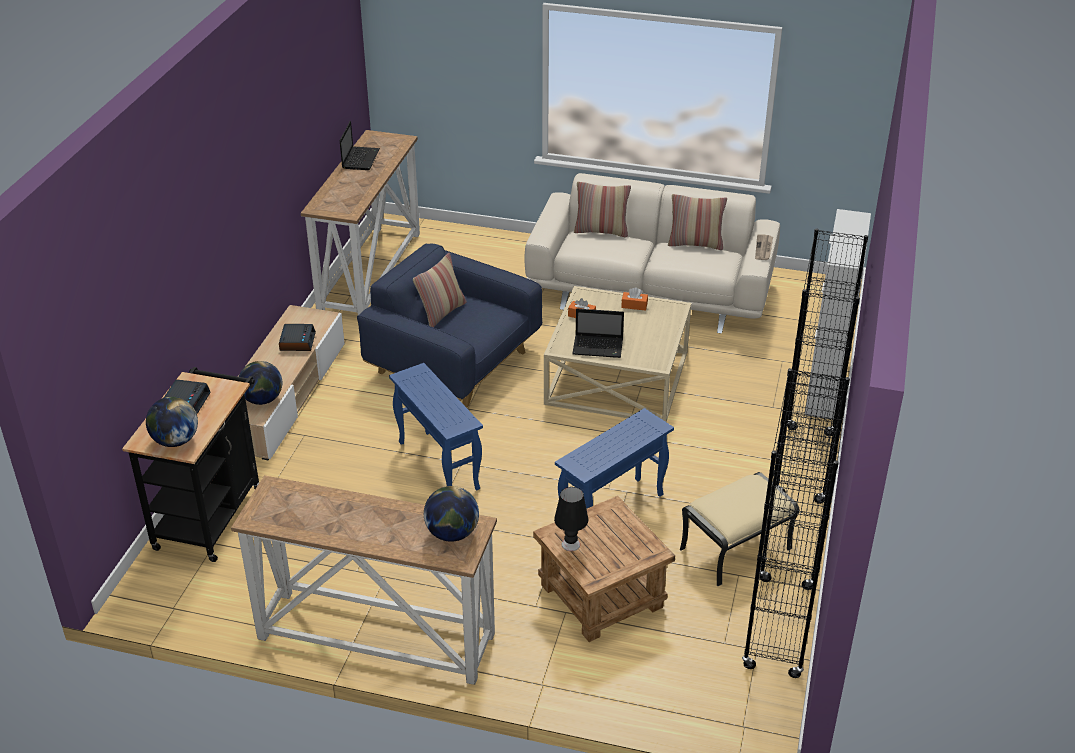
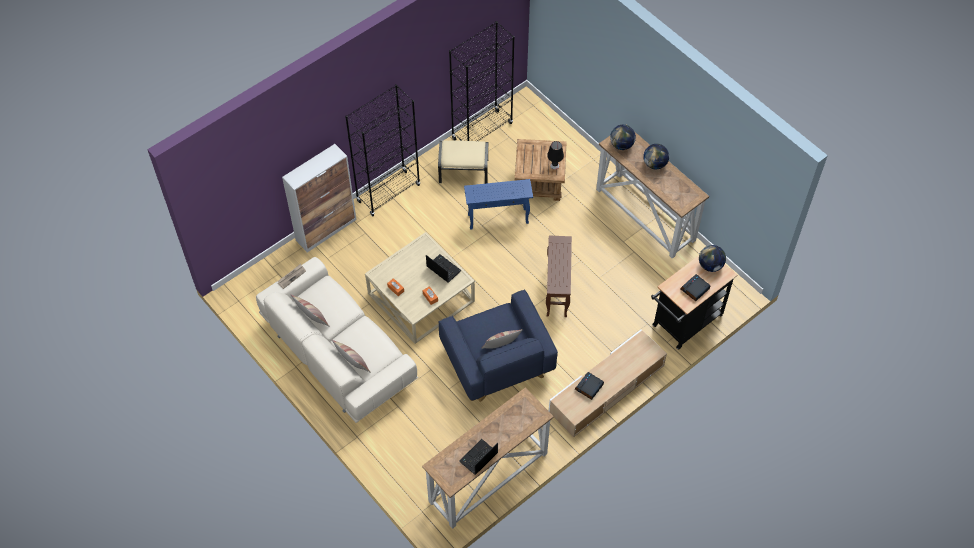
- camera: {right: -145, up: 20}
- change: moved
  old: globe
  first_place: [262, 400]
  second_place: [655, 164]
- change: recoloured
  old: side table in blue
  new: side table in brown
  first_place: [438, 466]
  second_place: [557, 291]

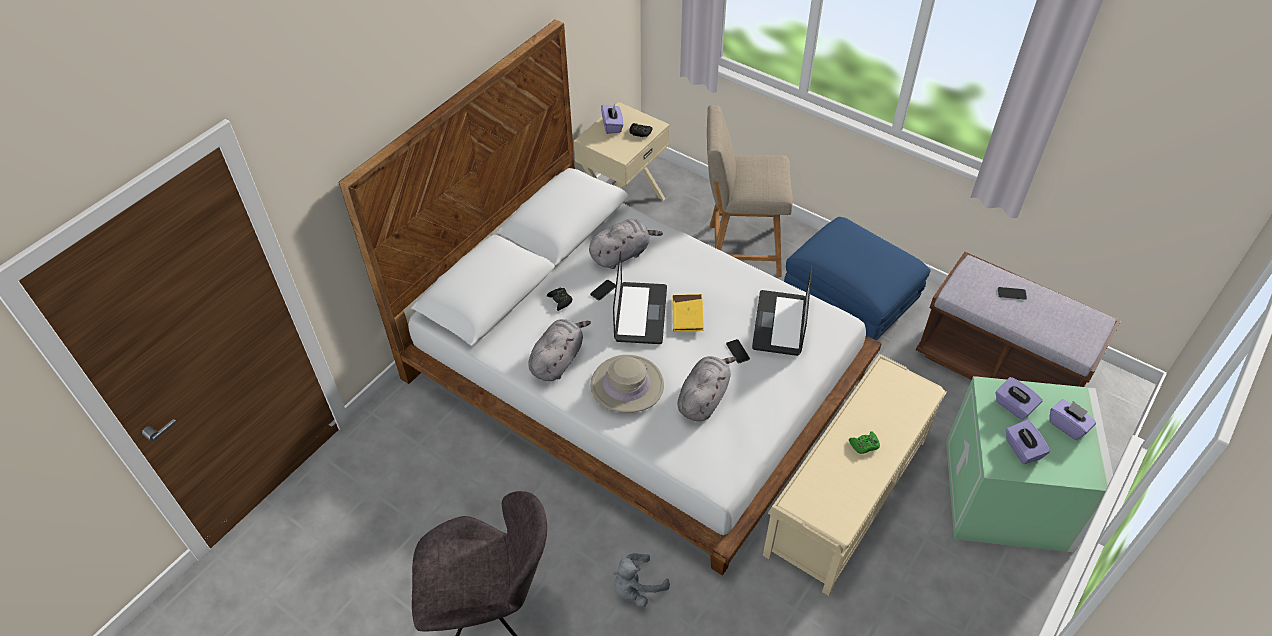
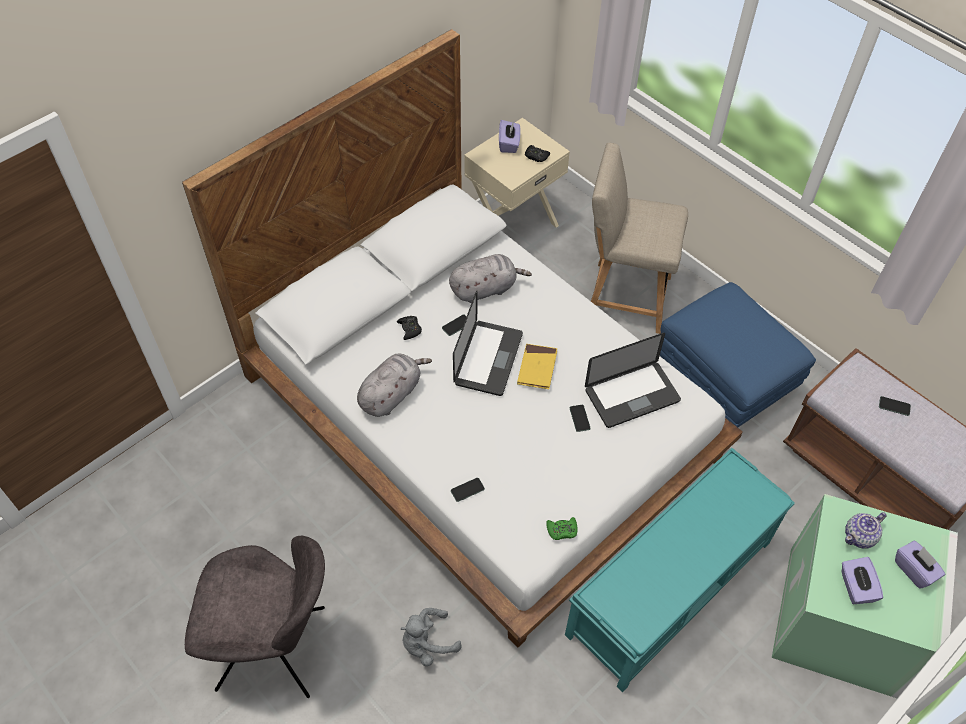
- camera: {right: 10, up: 5}
- change: removed
  old: hat in beige
  first_place: [627, 385]
- change: removed
  old: plush toy in grey
  first_place: [704, 398]
- change: turned
  old: laptop
  first_place: [779, 324]
  second_place: [632, 395]
  degrees: -135
- change: recoloured
  old: bench in beige
  new: bench in turquoise
  first_place: [848, 494]
  second_place: [671, 586]
- change: moved
  old: game controller in green
  first_place: [864, 445]
  second_place: [562, 530]
- change: replaced
  old: tissue box in purple
  new: teapot
  first_place: [1013, 406]
  second_place: [860, 536]
- change: added
  new: phone
  second_place: [467, 490]

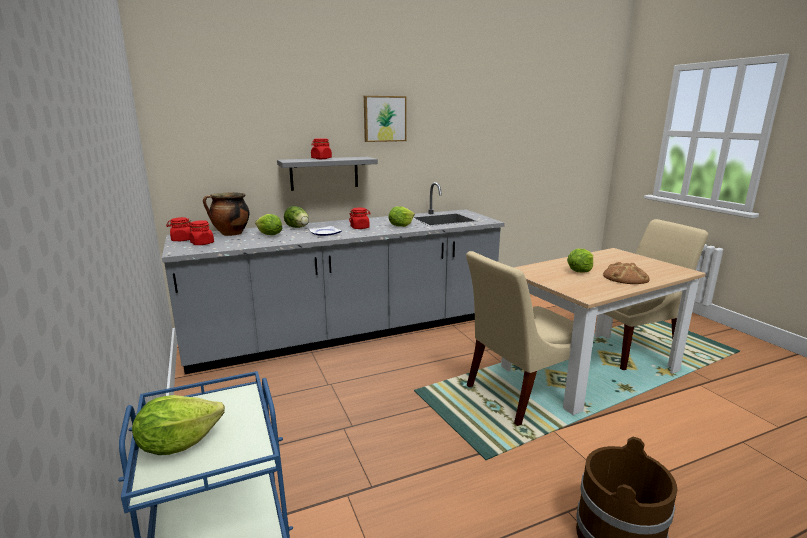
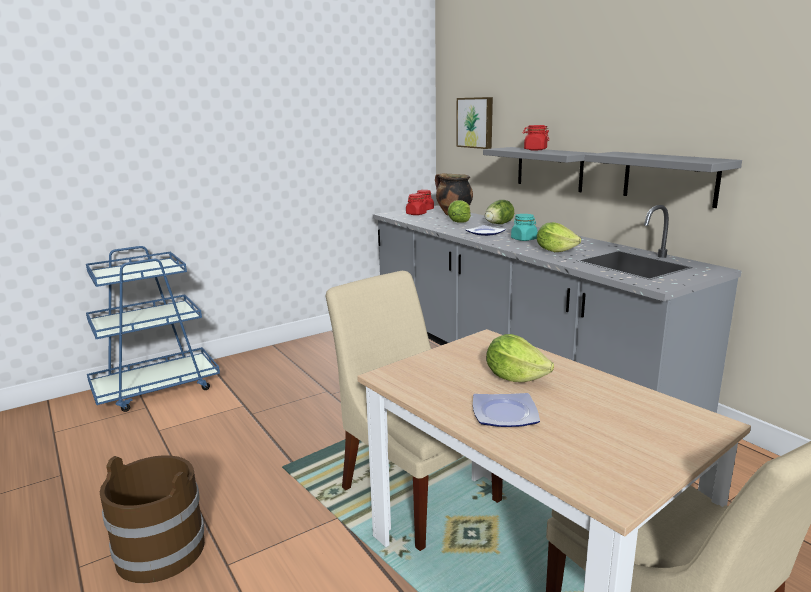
- camera: {right: 80, up: 0}
- change: removed
  old: lettuce
  first_place: [178, 443]
- change: recoloured
  old: jar in red
  new: jar in turquoise
  first_place: [360, 228]
  second_place: [524, 239]
- change: moved
  old: picture
  first_place: [384, 119]
  second_place: [476, 122]
- change: replaced
  old: bread
  new: plate
  first_place: [625, 277]
  second_place: [503, 413]
- change: added
  new: shelf in grey
  second_place: [669, 178]

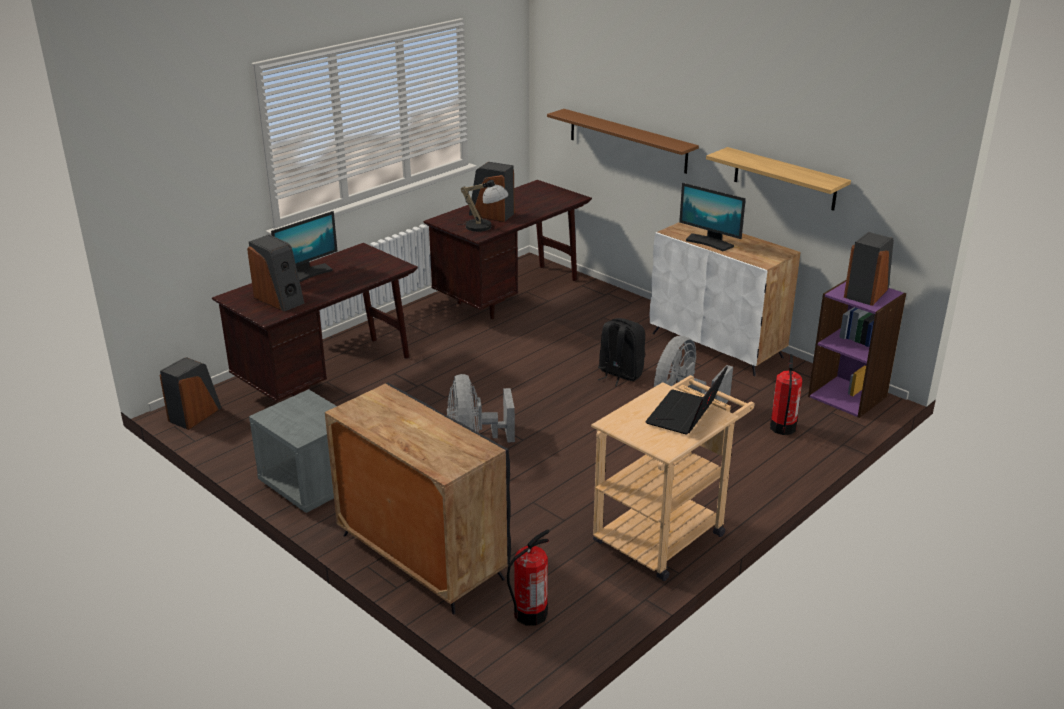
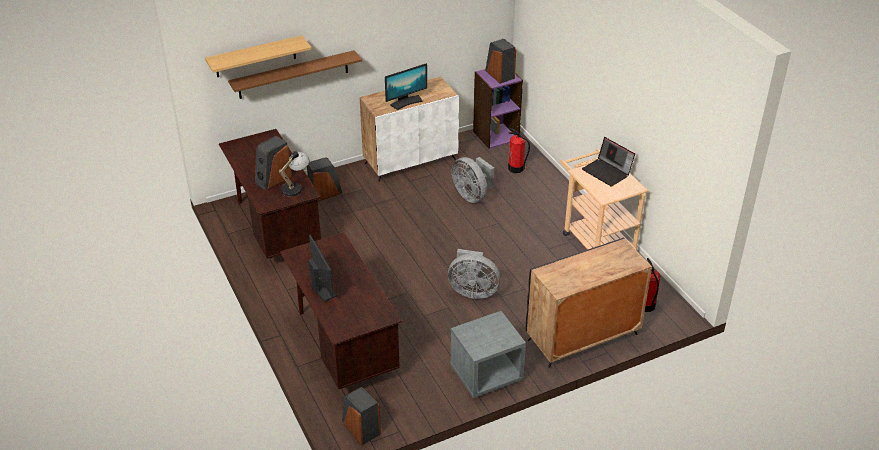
- camera: {right: -70, up: 10}
- change: moved
  old: speaker
  first_place: [279, 300]
  second_place: [325, 193]
- change: removed
  old: backpack in black
  first_place: [619, 374]
- change: moved
  old: shelf
  first_place: [784, 179]
  second_place: [255, 56]

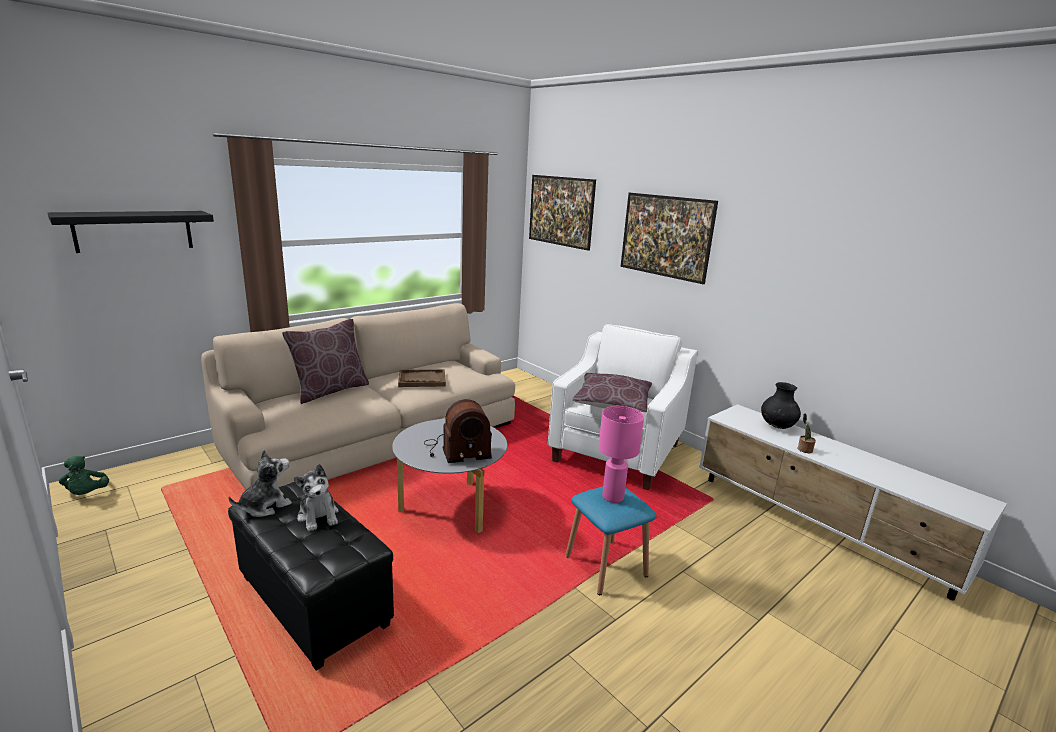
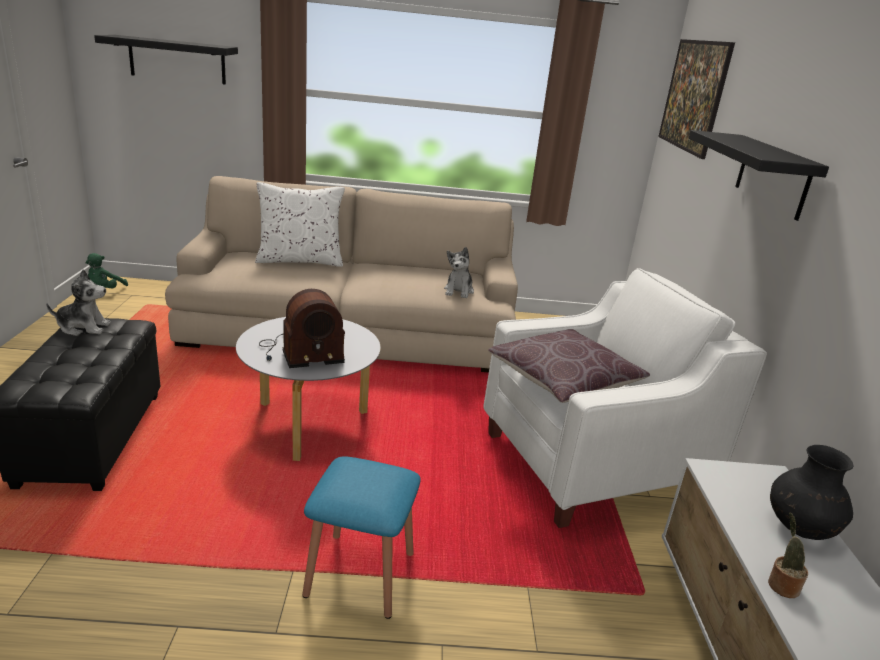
- camera: {right: 40, up: 5}
- change: recoloured
  old: pillow in brown
  new: pillow in white
  first_place: [330, 390]
  second_place: [300, 260]
- change: moved
  old: plush toy
  first_place: [318, 516]
  second_place: [459, 291]
- change: removed
  old: tray in brown
  first_place: [422, 380]
- change: turned
  old: radio
  first_place: [456, 450]
  second_place: [300, 352]
  degrees: -45
- change: removed
  old: table lamp in pink
  first_place: [612, 497]
- change: replaced
  old: picture
  new: shelf in black
  first_place: [663, 255]
  second_place: [772, 176]

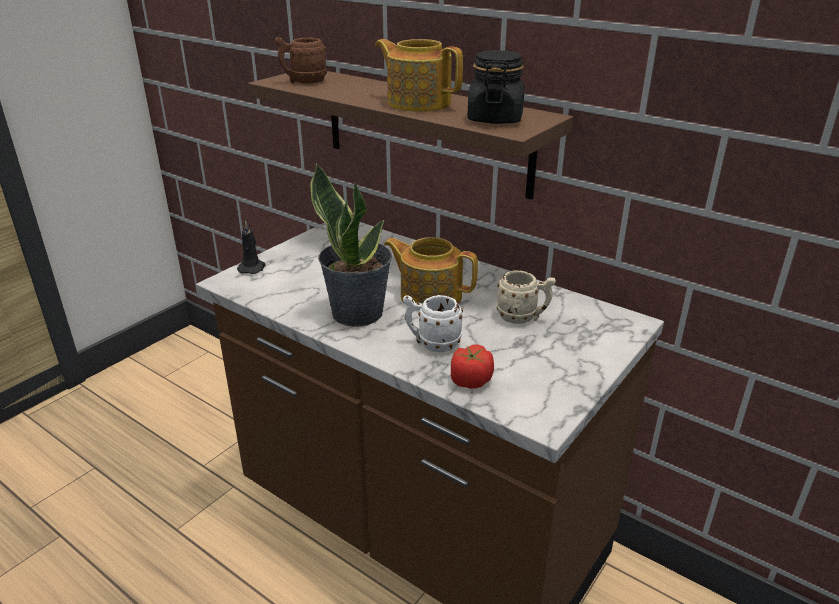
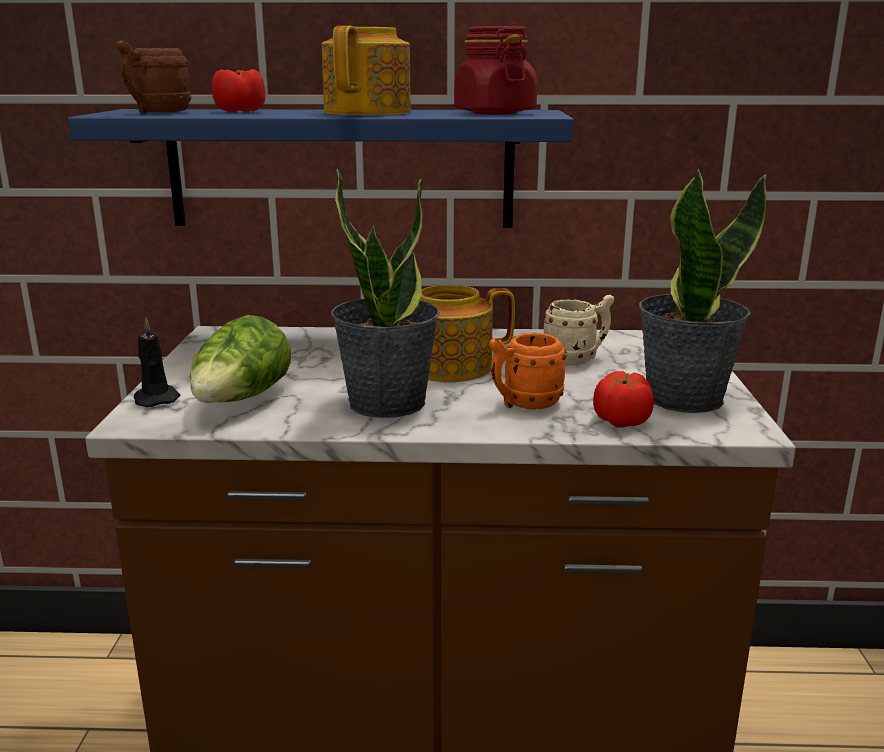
- camera: {right: -35, up: -10}
- change: recoloured
  old: shelf in brown
  new: shelf in blue
  first_place: [425, 130]
  second_place: [341, 169]
- change: turned
  old: teapot
  first_place: [418, 103]
  second_place: [369, 112]
  degrees: 105
- change: recoloured
  old: mug in white
  new: mug in orange
  first_place: [432, 343]
  second_place: [524, 404]
- change: recoloured
  old: jar in black
  new: jar in red
  first_place: [495, 118]
  second_place: [494, 113]
- change: added
  new: lettuce
  second_place: [241, 400]
- change: added
  new: tomato
  second_place: [241, 111]
- change: added
  new: potted plant
  second_place: [683, 398]

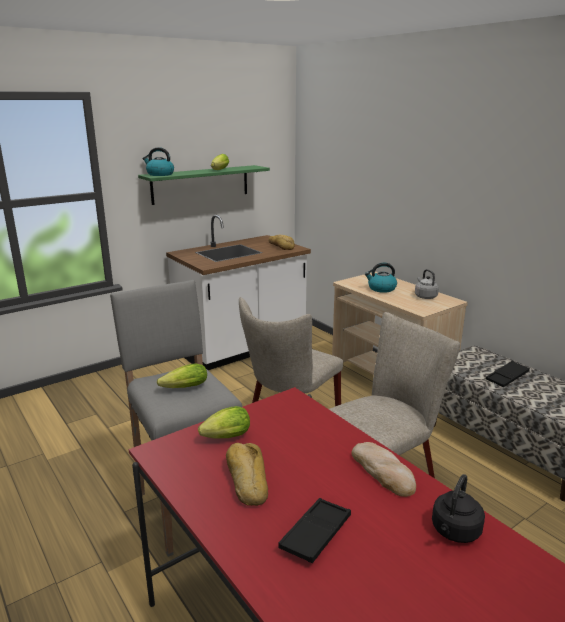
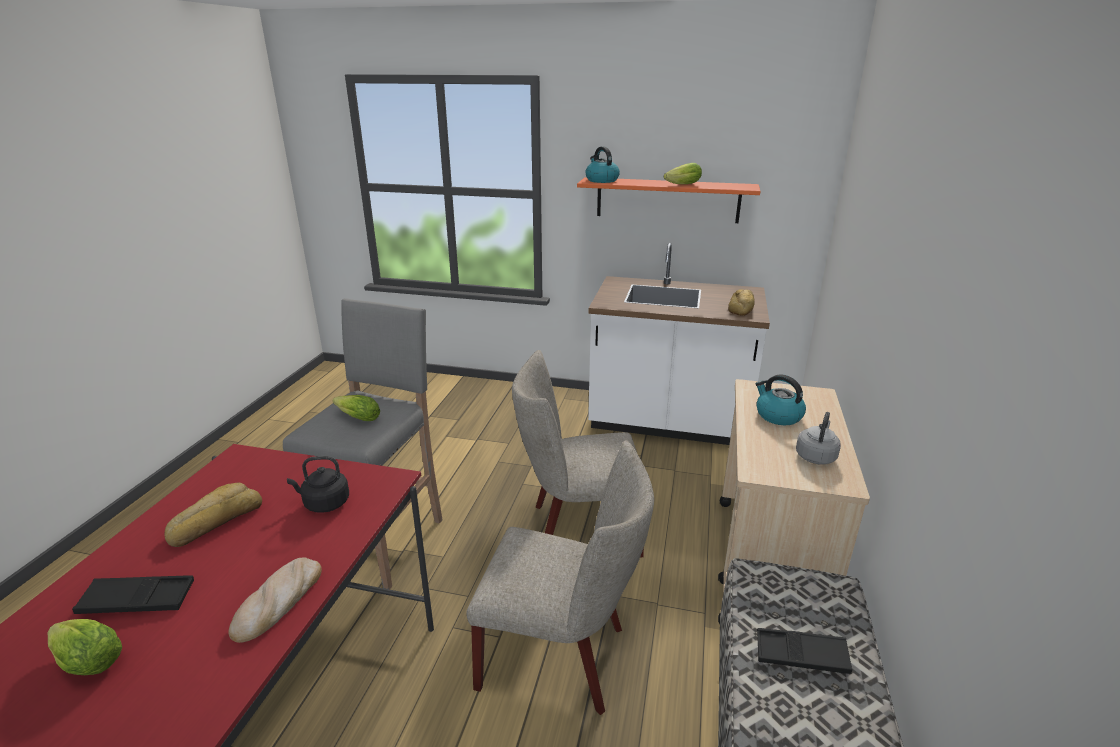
- camera: {right: 50, up: 5}
- change: recoloured
  old: shelf in green
  new: shelf in orange
  first_place: [200, 184]
  second_place: [667, 200]
- change: moved
  old: lettuce
  first_place: [224, 438]
  second_place: [87, 660]
- change: moved
  old: kettle in black
  first_place: [454, 532]
  second_place: [324, 503]

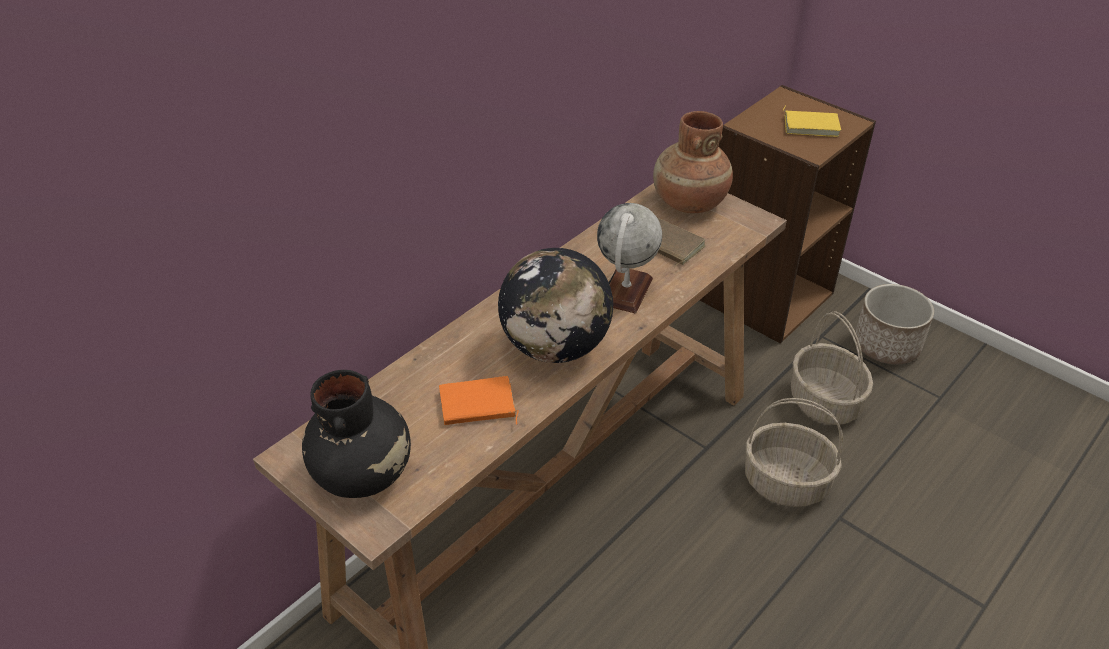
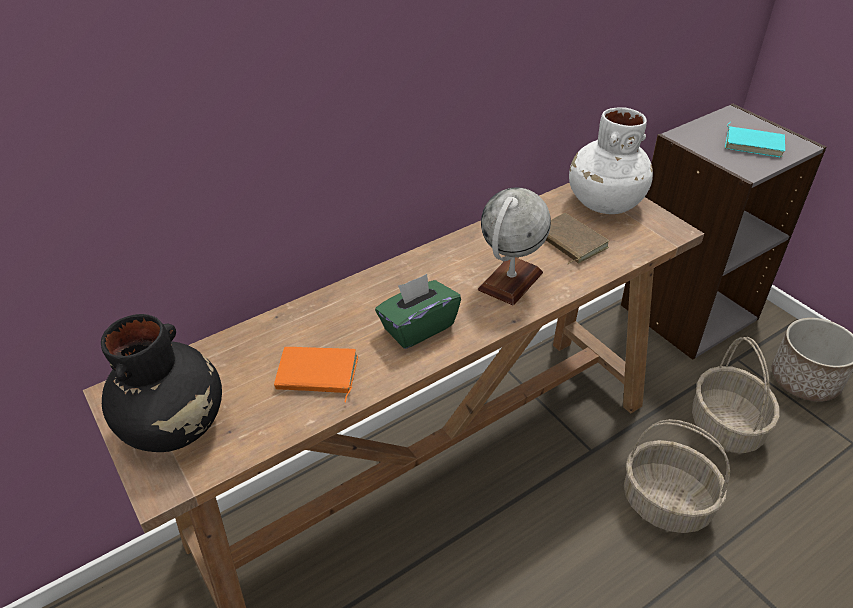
- camera: {right: 15, up: 0}
- change: replaced
  old: globe
  new: tissue box in green
  first_place: [555, 347]
  second_place: [418, 327]
- change: recoloured
  old: vase in brown
  new: vase in white
  first_place: [689, 203]
  second_place: [604, 203]
- change: recoloured
  old: bookcase in brown
  new: bookcase in grey
  first_place: [764, 296]
  second_place: [687, 311]
- change: recoloured
  old: book in yellow
  new: book in turquoise
  first_place: [811, 125]
  second_place: [754, 144]

